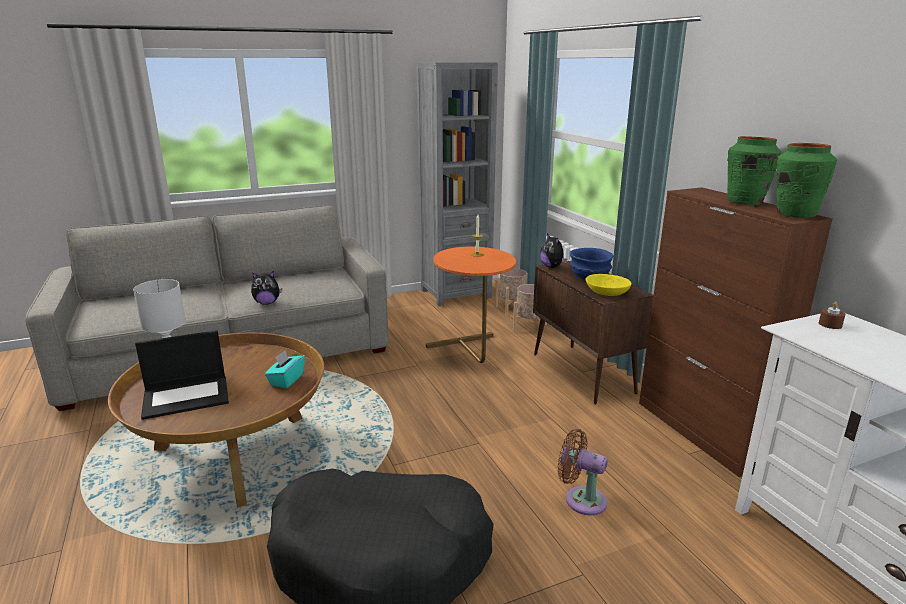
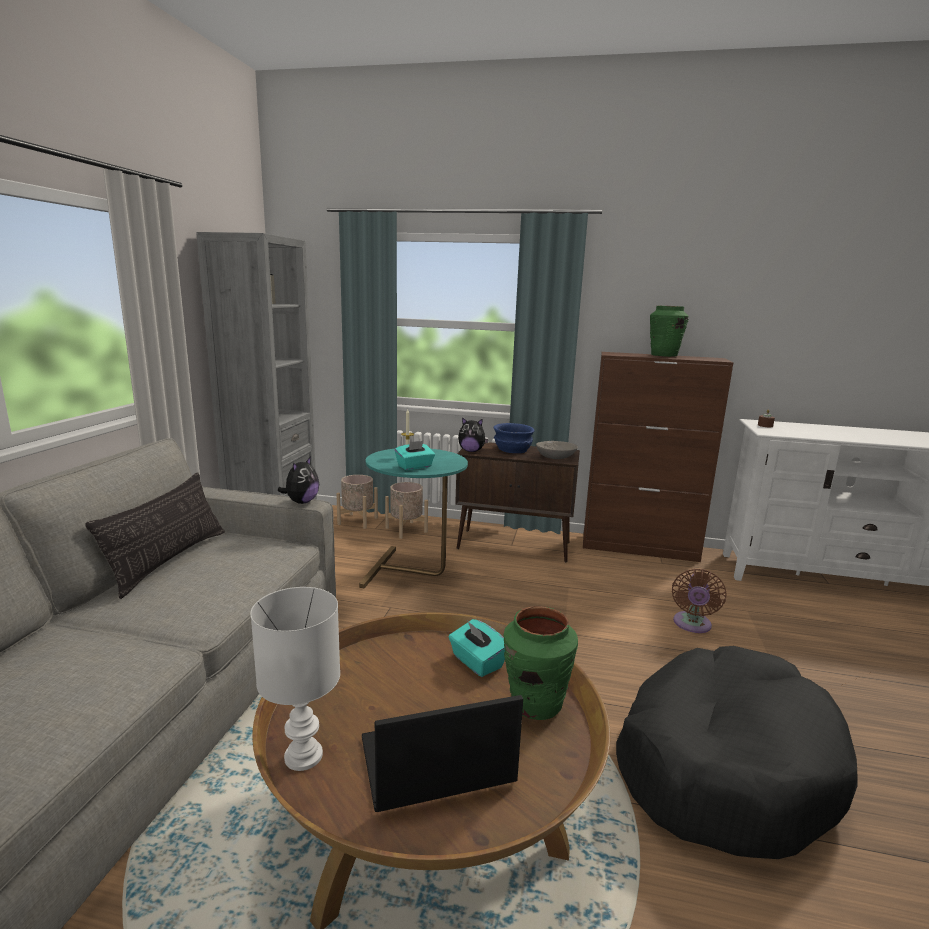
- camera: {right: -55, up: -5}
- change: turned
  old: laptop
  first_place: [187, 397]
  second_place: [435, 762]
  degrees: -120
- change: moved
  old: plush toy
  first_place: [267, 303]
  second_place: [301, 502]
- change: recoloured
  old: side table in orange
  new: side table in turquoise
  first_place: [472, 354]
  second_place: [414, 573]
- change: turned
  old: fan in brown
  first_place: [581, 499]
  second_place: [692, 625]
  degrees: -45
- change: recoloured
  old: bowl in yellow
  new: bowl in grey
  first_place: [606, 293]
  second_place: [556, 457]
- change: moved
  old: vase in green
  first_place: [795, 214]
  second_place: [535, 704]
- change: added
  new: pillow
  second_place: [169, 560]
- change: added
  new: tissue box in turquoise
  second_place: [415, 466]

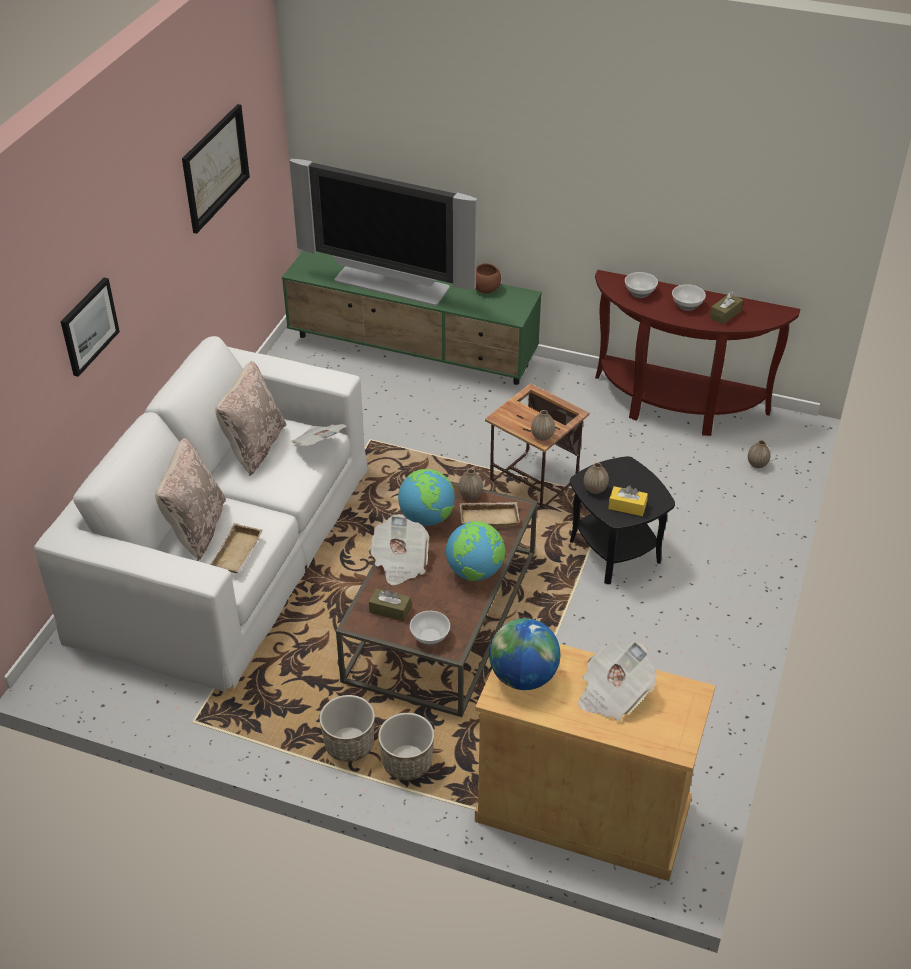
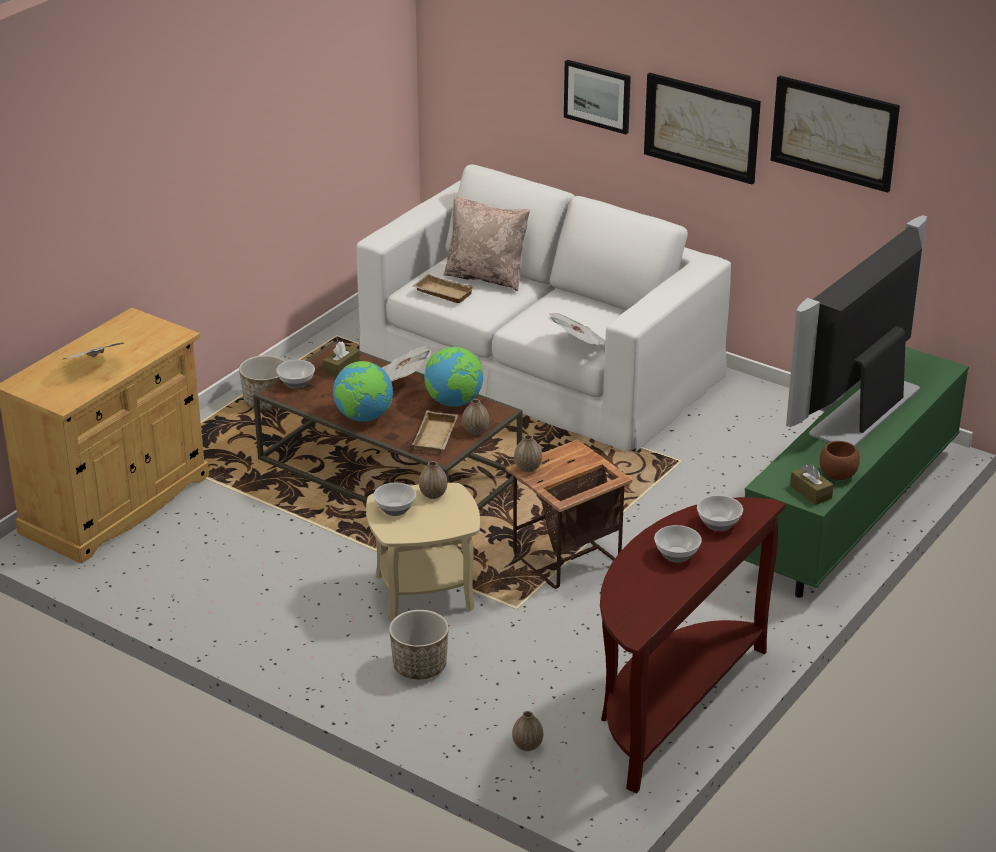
- camera: {right: 105, up: -10}
- change: removed
  old: pillow in beige
  first_place: [254, 447]
- change: moved
  old: planter
  first_place: [407, 763]
  second_place: [419, 666]
- change: removed
  old: globe
  first_place: [523, 677]
- change: recoloured
  old: side table in black
  new: side table in beige
  first_place: [615, 551]
  second_place: [424, 593]
- change: replaced
  old: tissue box in yellow
  new: bowl
  first_place: [627, 506]
  second_place: [395, 509]
- change: moved
  old: tissue box in brown
  first_place: [725, 314]
  second_place: [810, 492]
- change: added
  new: picture
  second_place: [702, 127]

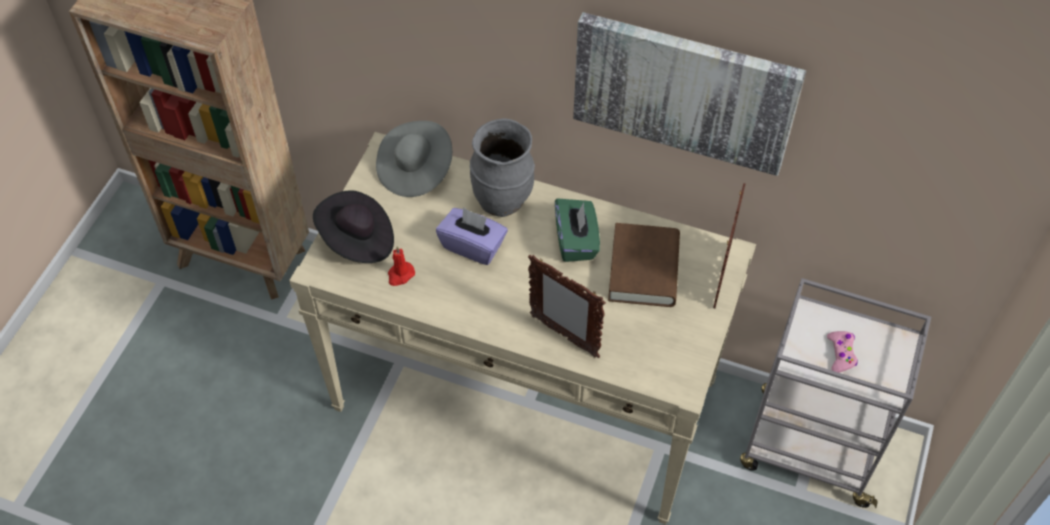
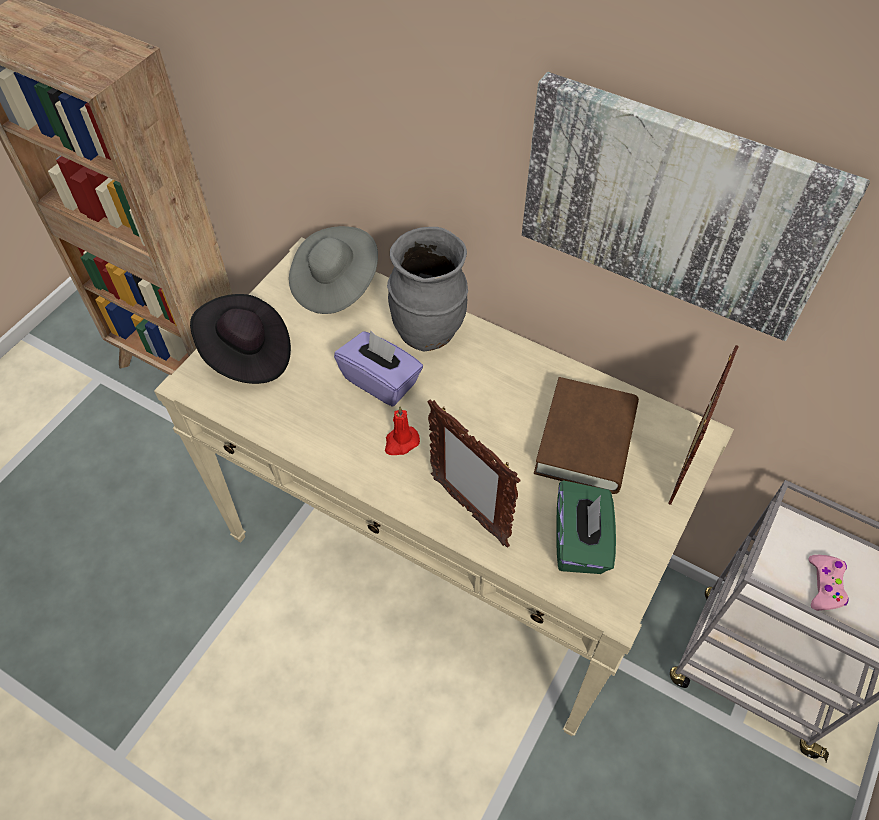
- camera: {right: 10, up: 0}
- change: moved
  old: candle in red
  first_place: [400, 275]
  second_place: [401, 442]
- change: moved
  old: tissue box in green
  first_place: [576, 241]
  second_place: [580, 541]

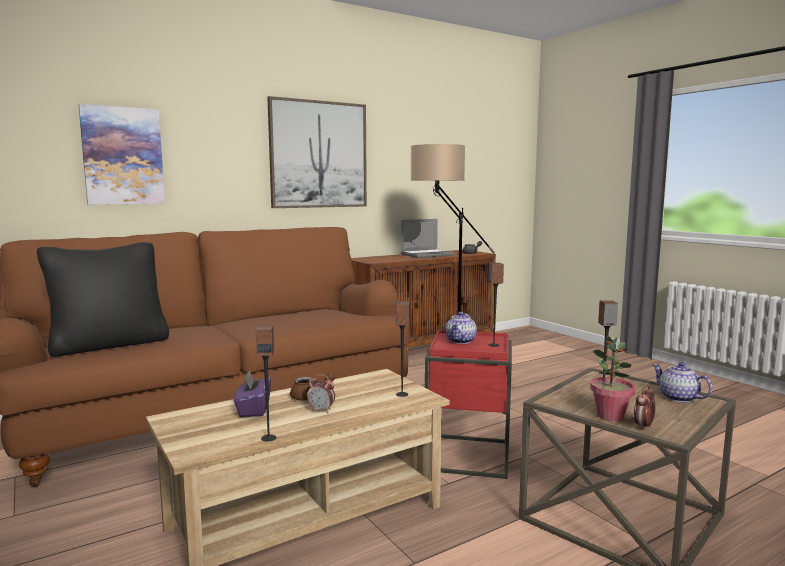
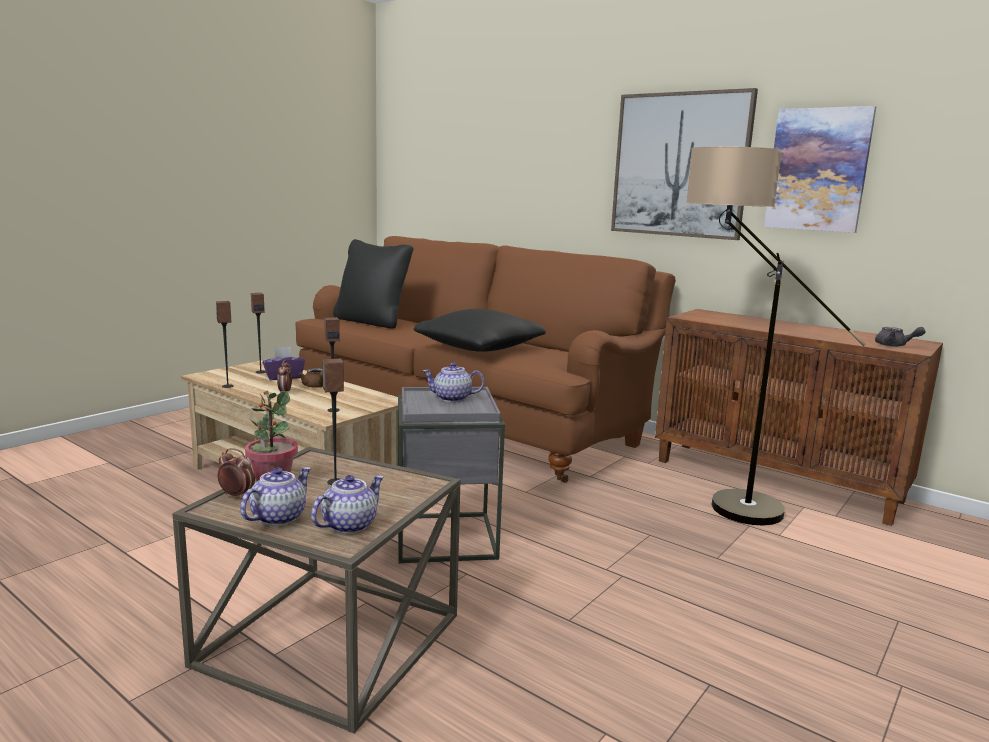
- camera: {right: 70, up: 5}
- change: moved
  old: picture
  first_place: [123, 156]
  second_place: [818, 170]
- change: removed
  old: laptop
  first_place: [427, 255]
- change: recoloured
  old: side table in red
  new: side table in grey
  first_place: [468, 455]
  second_place: [446, 537]
- change: moved
  old: speaker
  first_place: [493, 345]
  second_place: [260, 372]
- change: added
  new: teapot
  second_place: [278, 517]
- change: added
  new: pillow in black
  second_place: [479, 348]

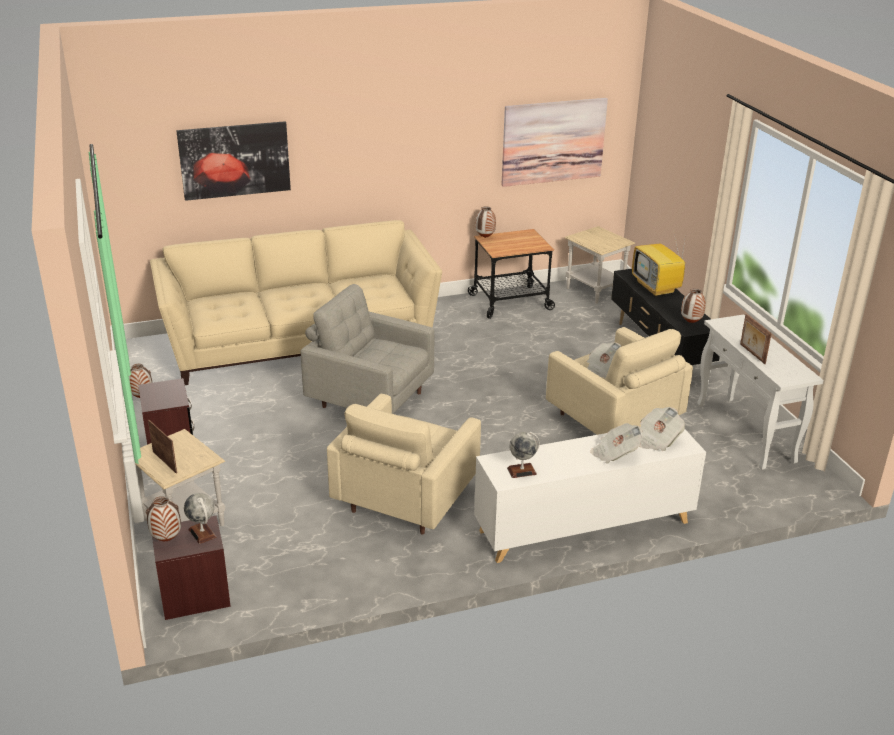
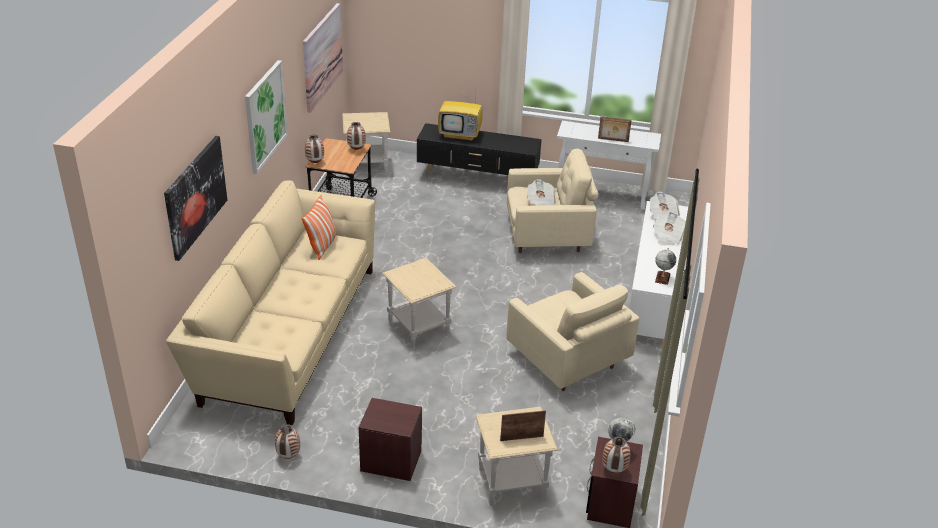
- camera: {right: -60, up: 5}
- change: replaced
  old: armchair in grey
  new: side table in beige
  first_place: [370, 399]
  second_place: [418, 328]
- change: moved
  old: vase
  first_place: [691, 323]
  second_place: [357, 149]
- change: added
  new: picture
  second_place: [265, 116]
- change: added
  new: pillow
  second_place: [322, 246]

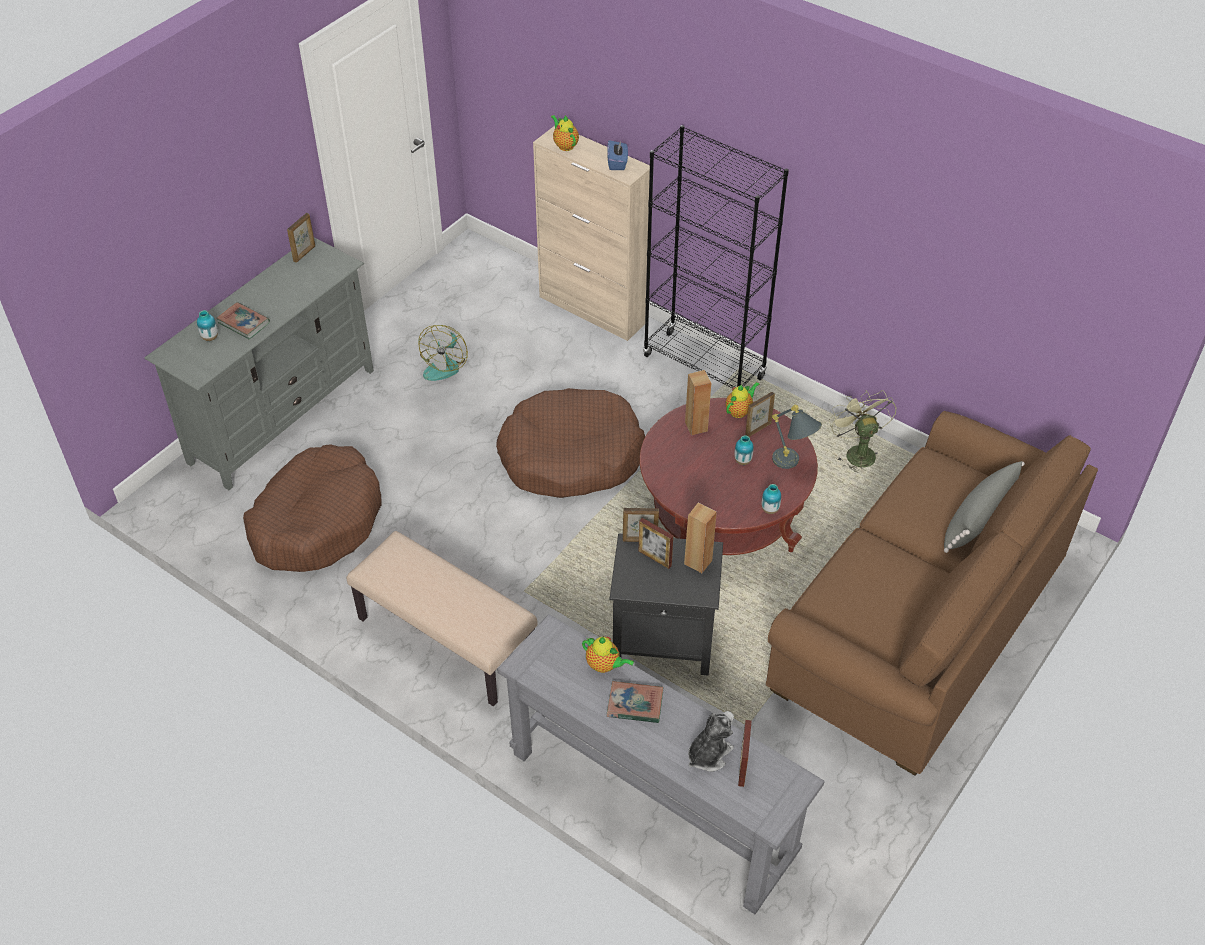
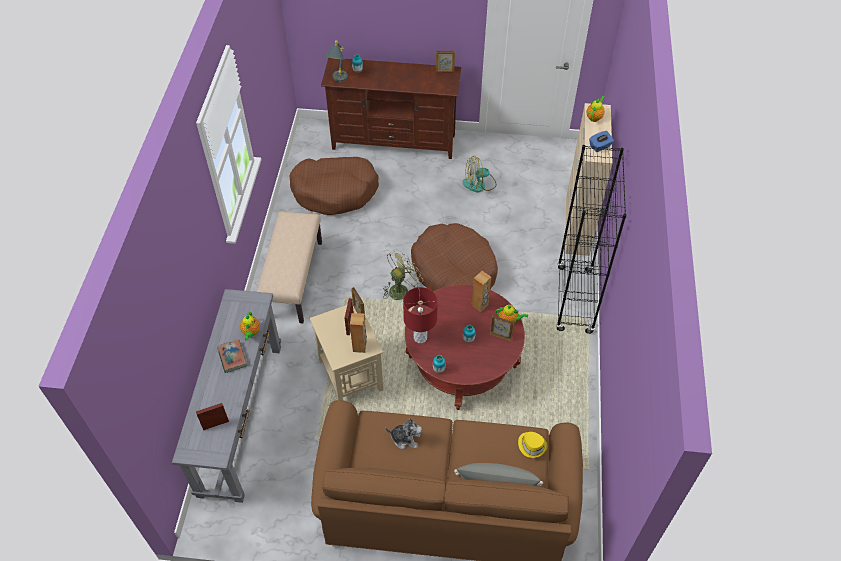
- camera: {right: 60, up: 5}
- change: recoloured
  old: tv stand in grey
  new: tv stand in brown
  first_place: [282, 415]
  second_place: [394, 141]
- change: removed
  old: book
  first_place: [244, 323]
- change: recoloured
  old: side table in black
  new: side table in beige
  first_place: [664, 641]
  second_place: [351, 375]
- change: moved
  old: plush toy
  first_place: [708, 754]
  second_place: [405, 438]
- change: moved
  old: table lamp in grey
  first_place: [793, 464]
  second_place: [338, 80]
- change: moved
  old: fan in green
  first_place: [856, 452]
  second_place: [401, 289]
- change: added
  new: table lamp in red
  second_place: [420, 337]
- change: added
  new: hat in yellow
  second_place: [532, 445]

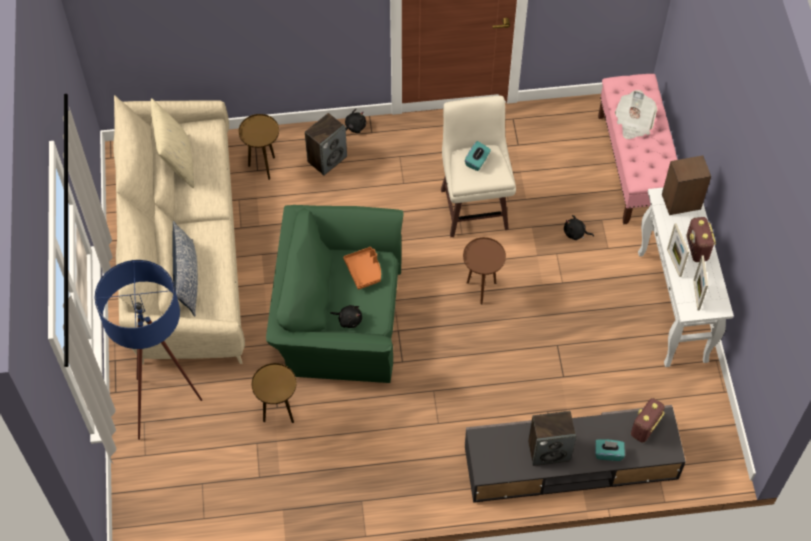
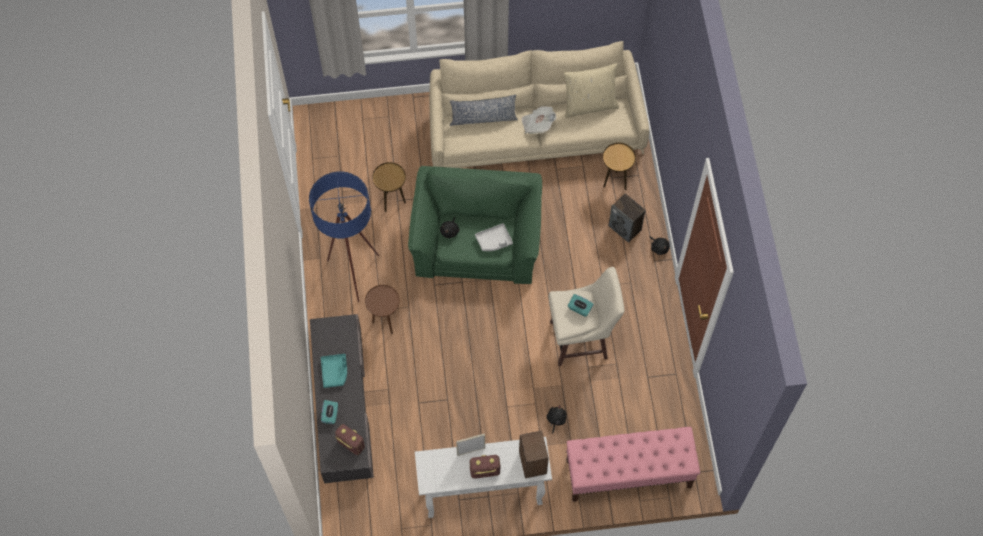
- camera: {right: 90, up: 5}
- change: moved
  old: floor lamp in blue
  first_place: [168, 405]
  second_place: [355, 279]
- change: recoloured
  old: tray in orange
  new: tray in grey
  first_place: [364, 270]
  second_place: [494, 241]
- change: moved
  old: side table in brown
  first_place: [481, 289]
  second_place: [386, 322]
- change: replaced
  old: speaker
  new: tray in turquoise
  first_place: [549, 450]
  second_place: [335, 372]
- change: moved
  old: newspaper
  first_place: [633, 122]
  second_place: [537, 125]
- change: removed
  old: picture frame
  first_place: [696, 295]

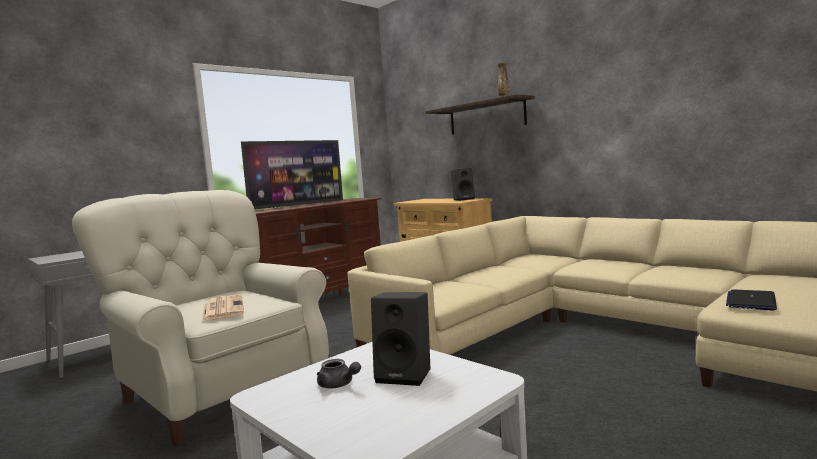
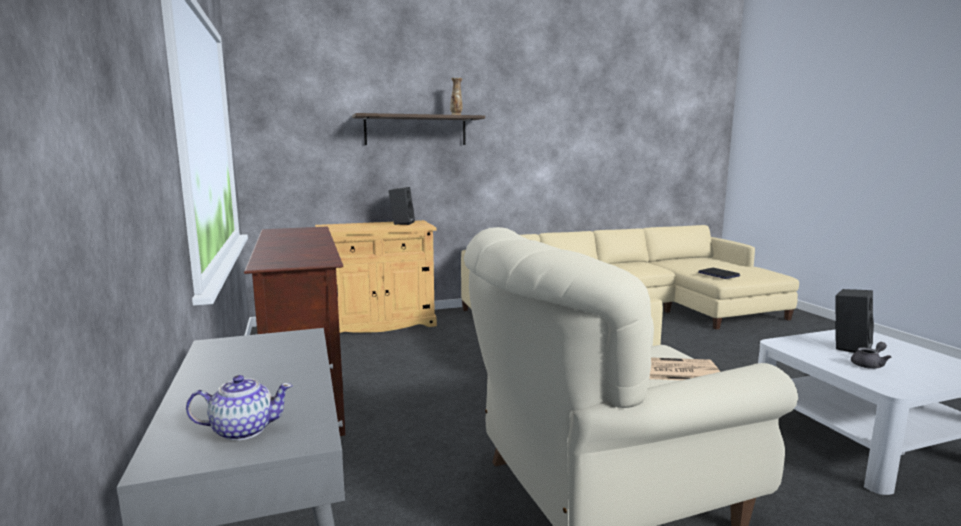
- camera: {right: -65, up: 5}
- change: removed
  old: television
  first_place: [298, 205]
- change: added
  new: teapot
  second_place: [243, 430]

